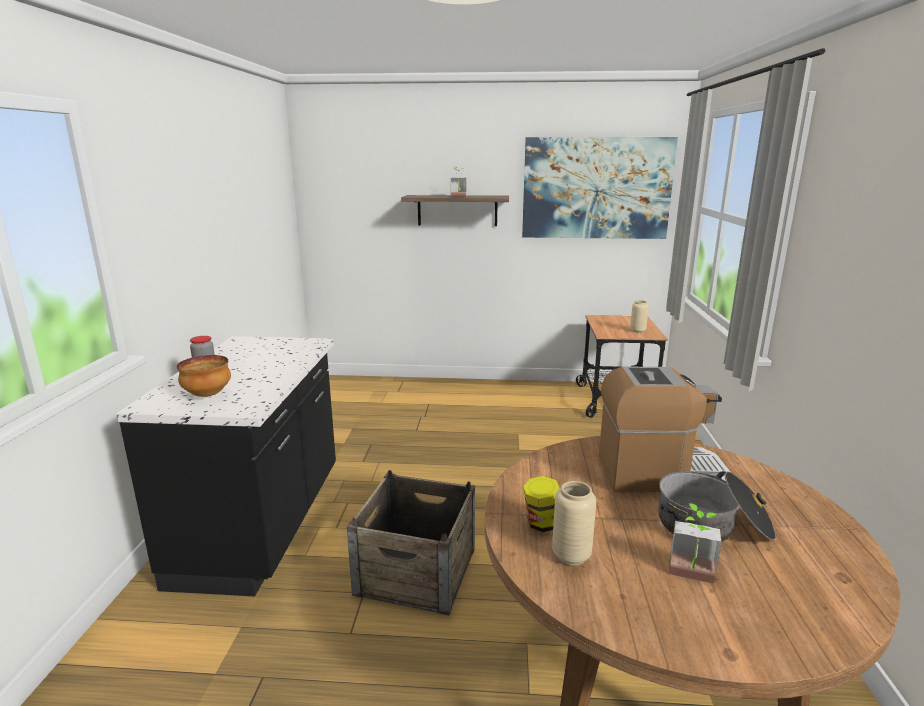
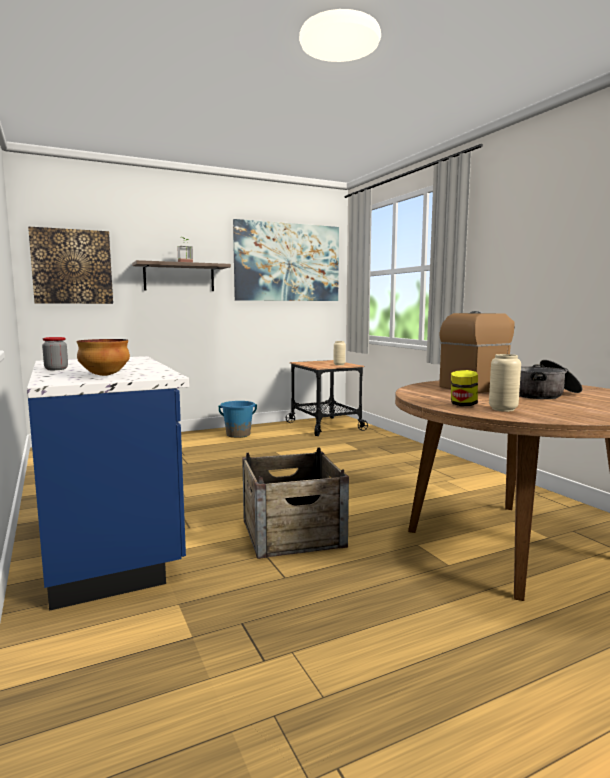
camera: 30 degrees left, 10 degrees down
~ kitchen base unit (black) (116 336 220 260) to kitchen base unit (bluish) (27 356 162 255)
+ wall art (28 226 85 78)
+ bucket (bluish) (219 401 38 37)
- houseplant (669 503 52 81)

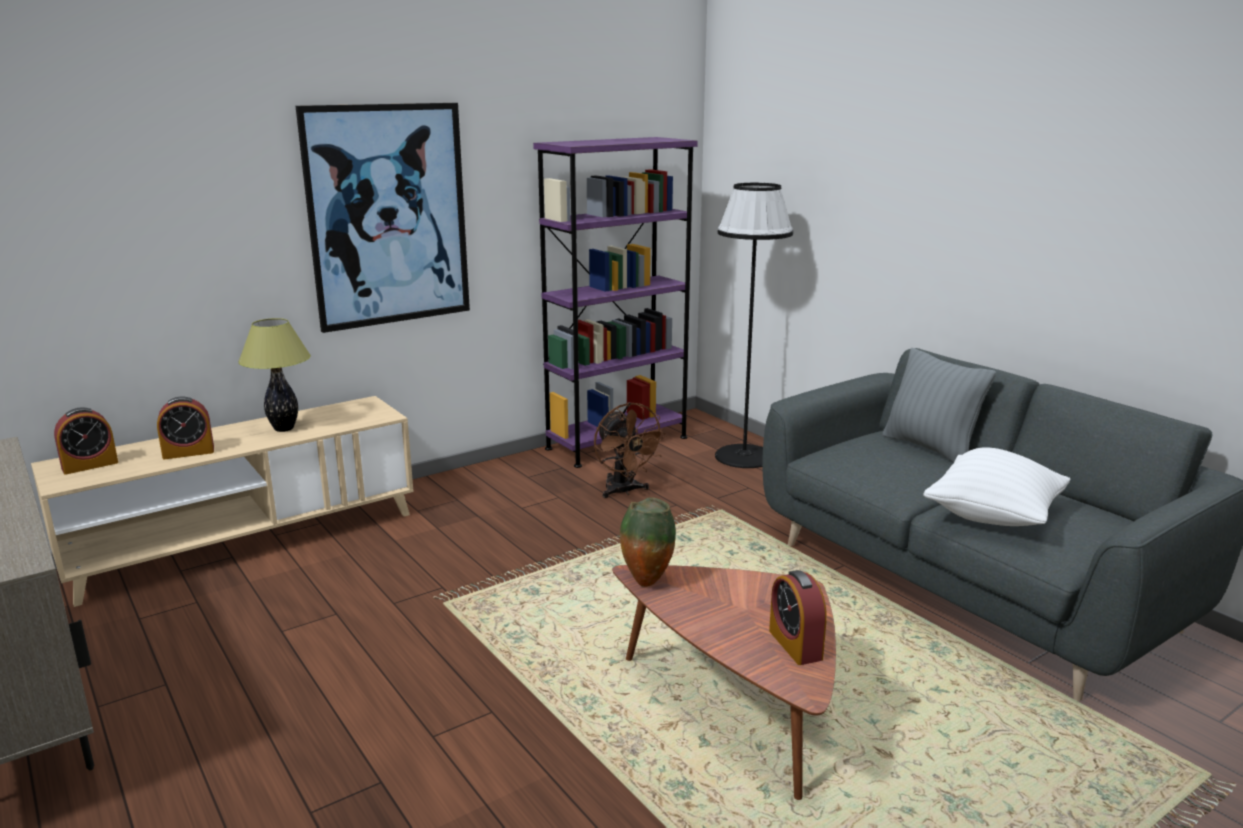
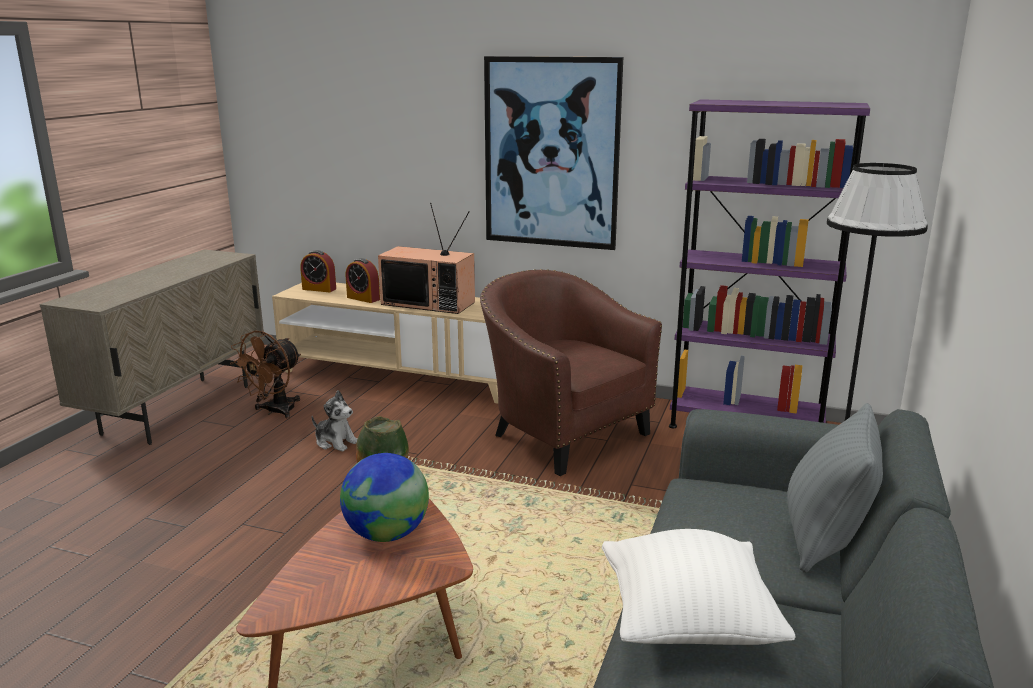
camera: 55 degrees right, 0 degrees up
~ electric fan (brown-coloured) (594 402 73 96) to (230 331 71 87)
+ cuddly toy (312 390 46 61)
+ world globe (340 453 89 89)
~ lamp for a table (238 318 73 114) to TV (378 203 97 111)
+ easy chair (brown-coloured) (480 269 182 207)
- bedside clock (769 570 58 95)

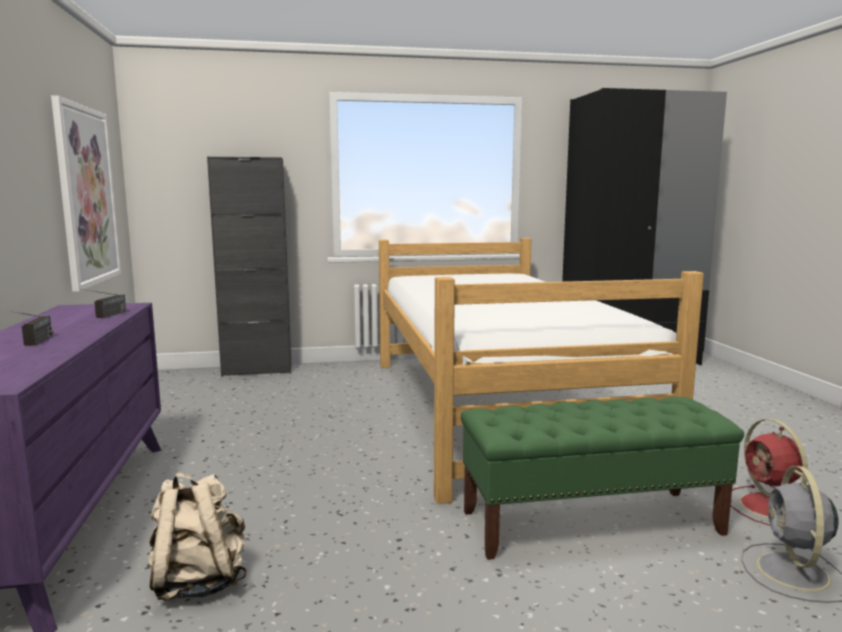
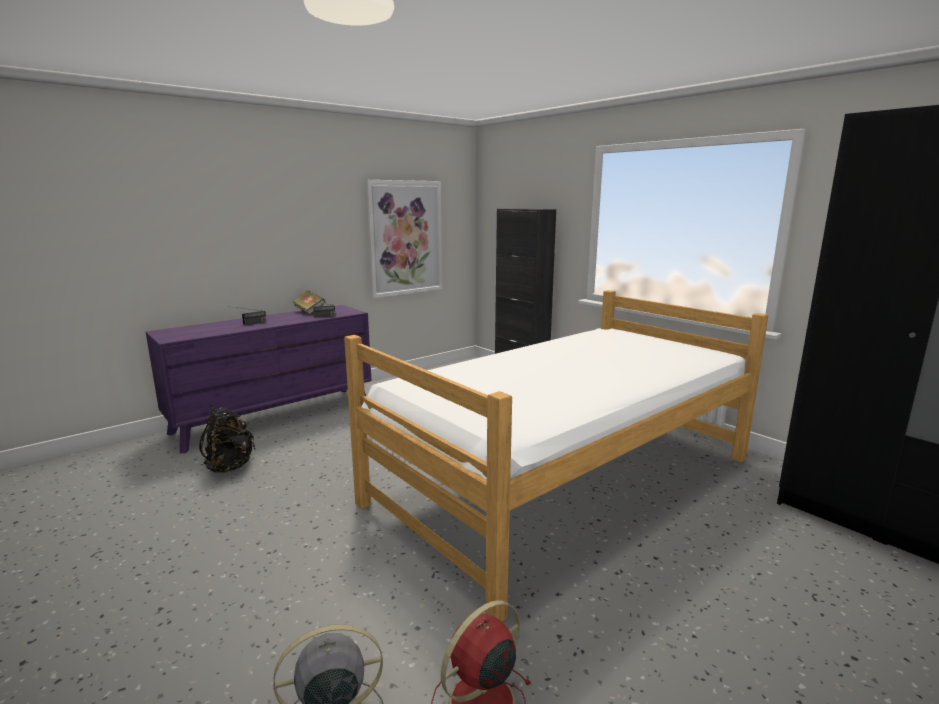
camera: 60 degrees right, 5 degrees up
~ knapsack (beige) (148 473 99 128) to knapsack (black) (199 405 56 68)
+ book (292 291 34 24)
- long seat (green) (461 397 283 163)

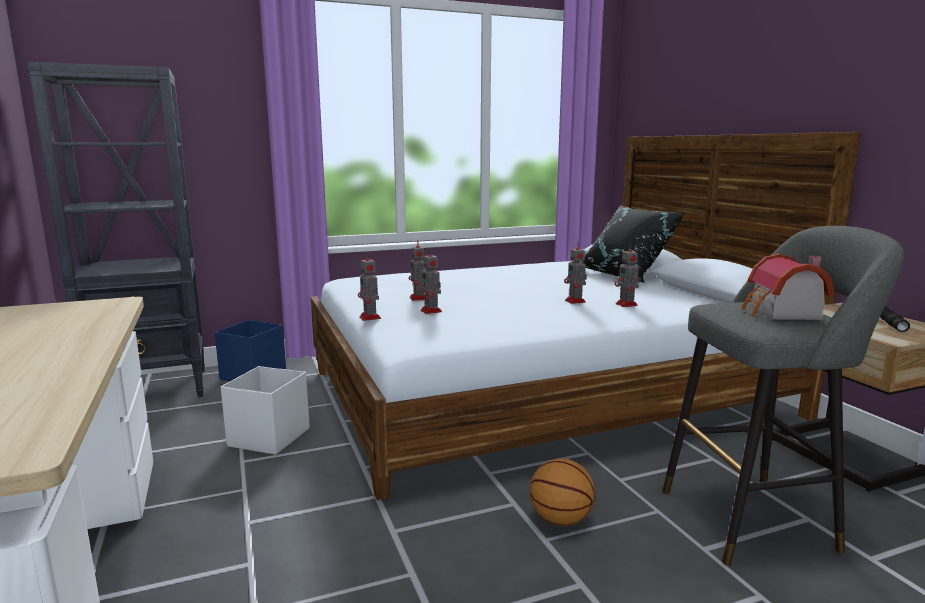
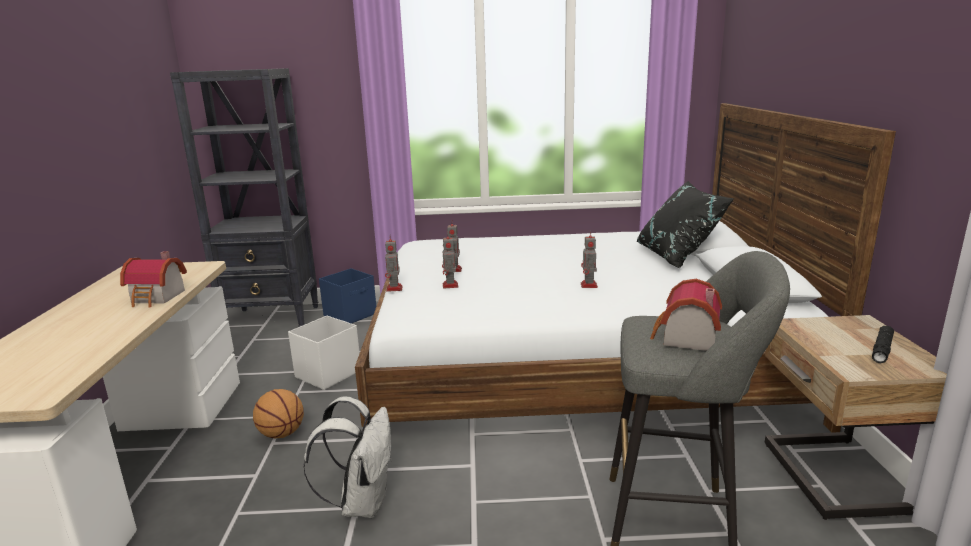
camera: 20 degrees right, 5 degrees up
+ miniature house (120 251 67 57)
~ ball for basketball (530 458 66 68) to (253 389 51 49)
+ knapsack (white) (304 396 88 122)
- toy robot (615 244 26 63)

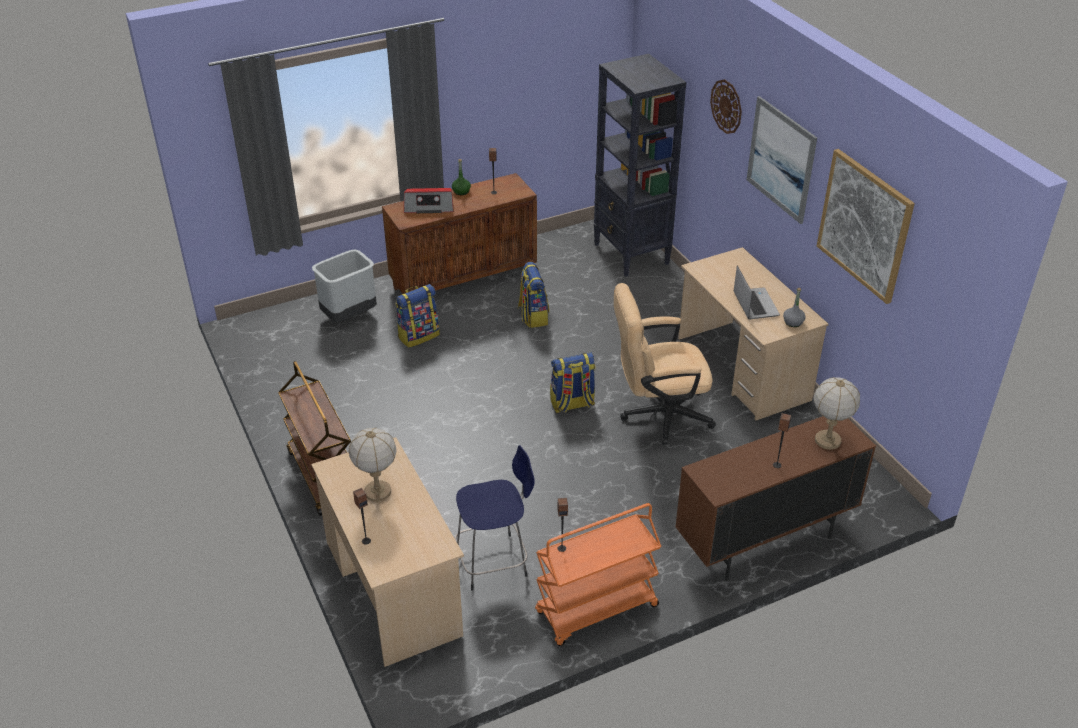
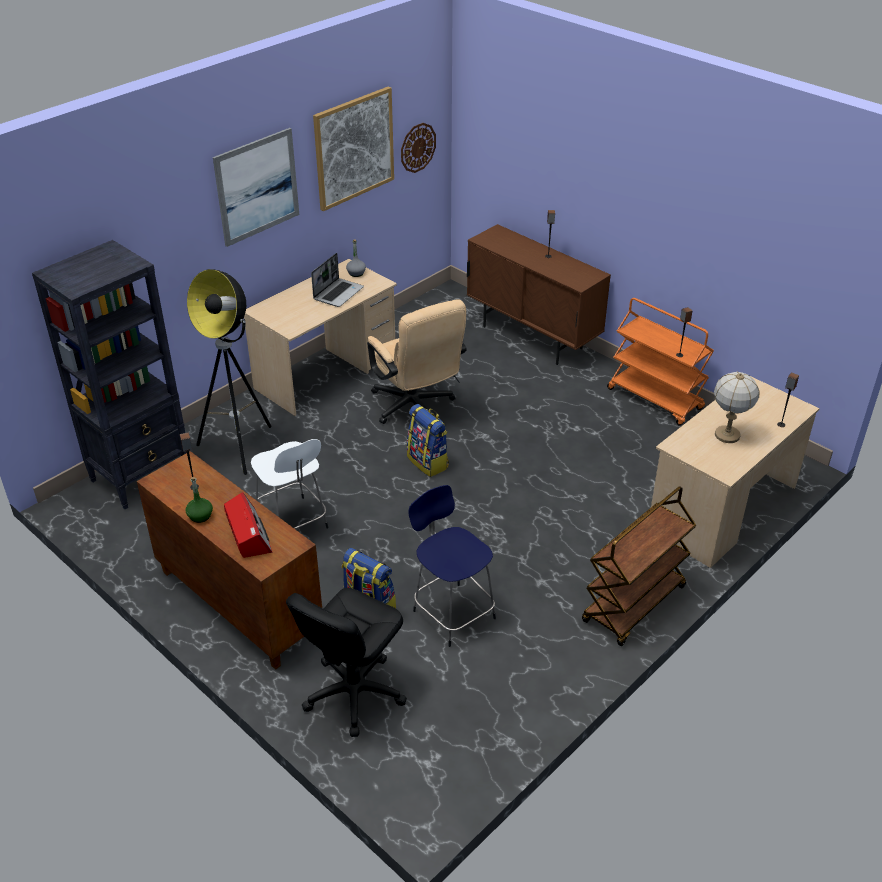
camera: 110 degrees left, 0 degrees up
+ standard lamp (187 269 85 206)
~ knapsack (518 262 31 66) to stool (white) (251 439 77 90)
~ trash can (greyish) (312 249 65 73) to office chair (black) (286 588 121 149)
~ portable computer (734 266 46 53) = (311 253 53 54) 150 degrees clockwise
~ clock on the wall (710 79 32 55) to (401 123 35 50)
~ stool (bluish) (455 445 80 145) to (408 485 88 162)
- lamp for a table (814 377 46 73)

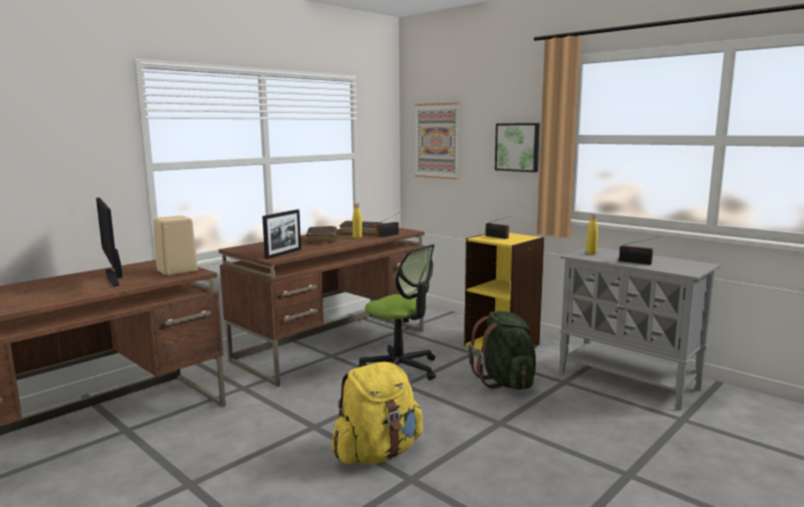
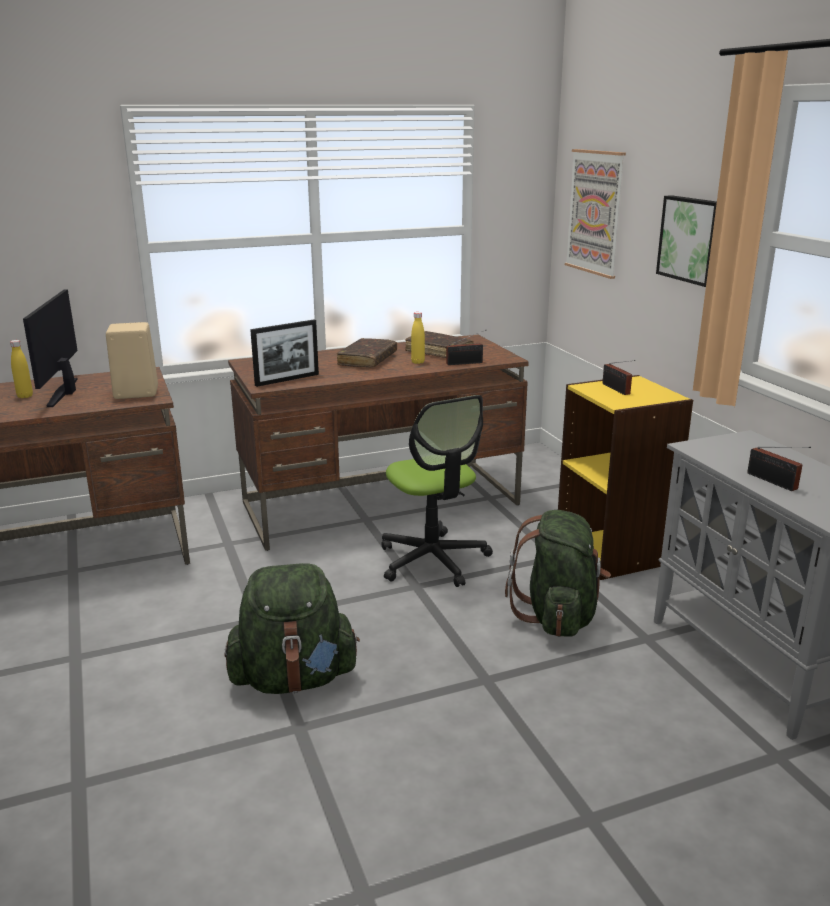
camera: 25 degrees right, 10 degrees up
~ drink bottle (yellowish) (586 214 12 40) to (10 340 23 58)
~ knapsack (yellowish) (332 362 91 103) to knapsack (green) (224 563 136 131)

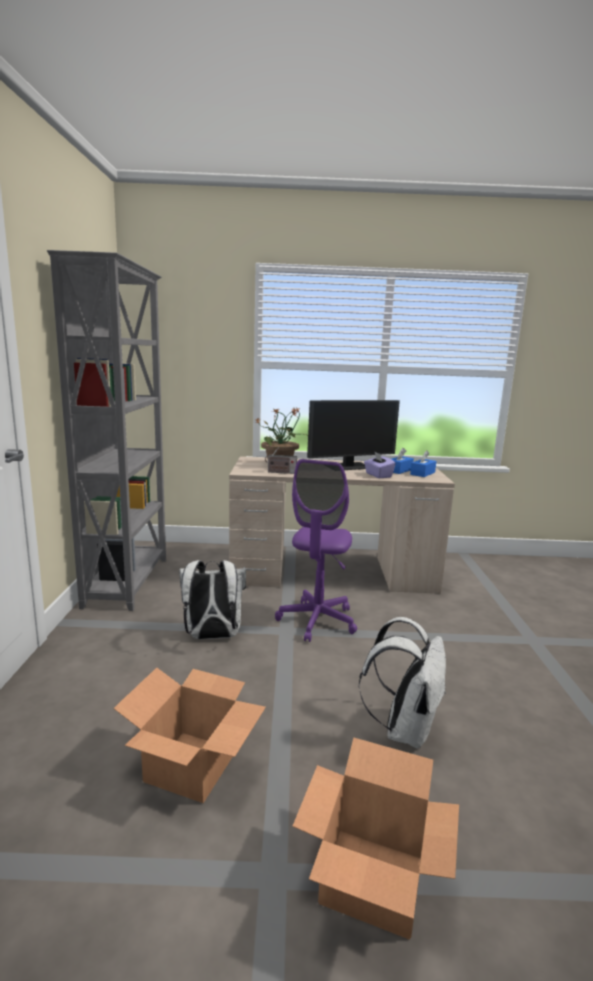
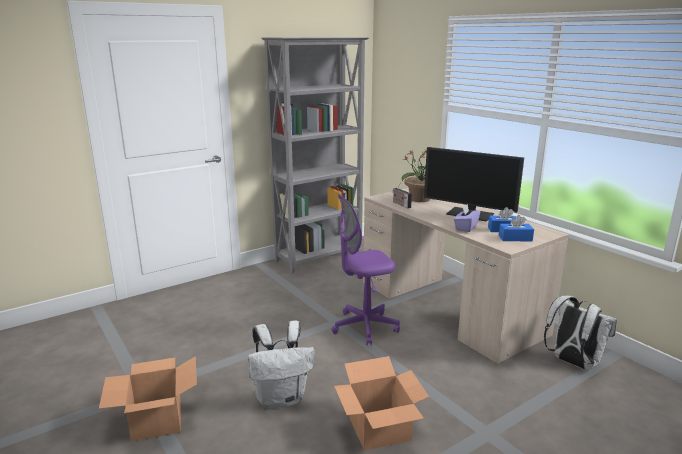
camera: 55 degrees right, 5 degrees up
~ packing box (113 668 153 135) to (334 356 95 95)
~ knapsack (white) (179 560 67 79) to (544 296 73 74)

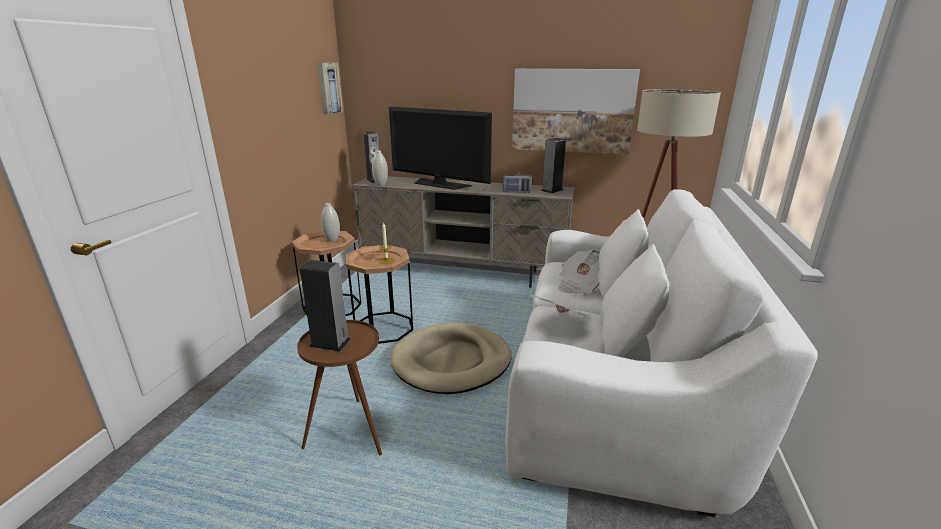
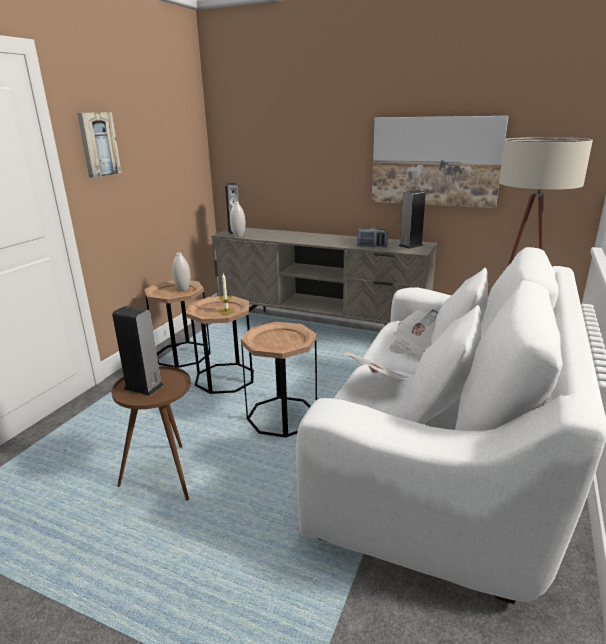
camera: 10 degrees right, 0 degrees up
~ wall art (318 63 25 51) to (77 112 45 66)
~ dog bed (beige) (390 323 122 71) to side table (brown-coloured) (241 322 76 116)
- TV (389 106 103 84)

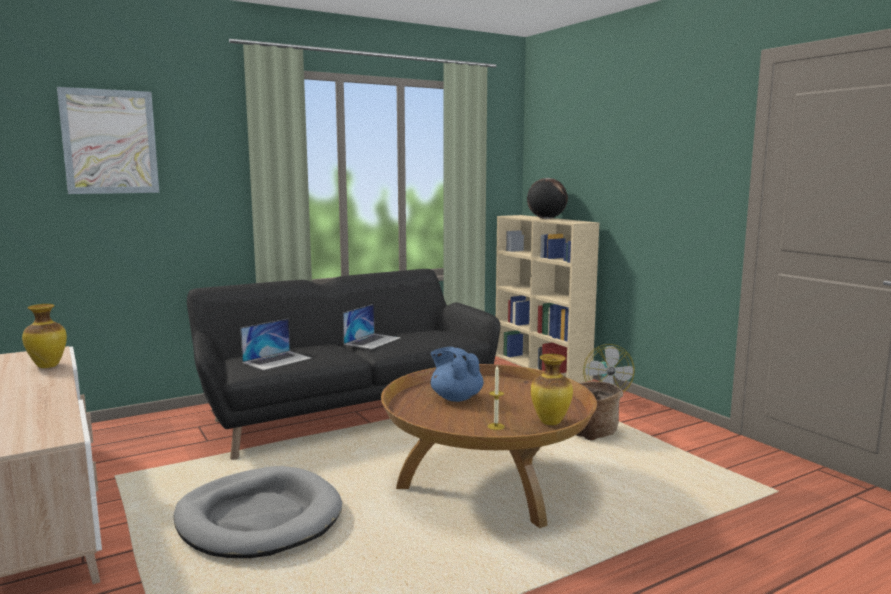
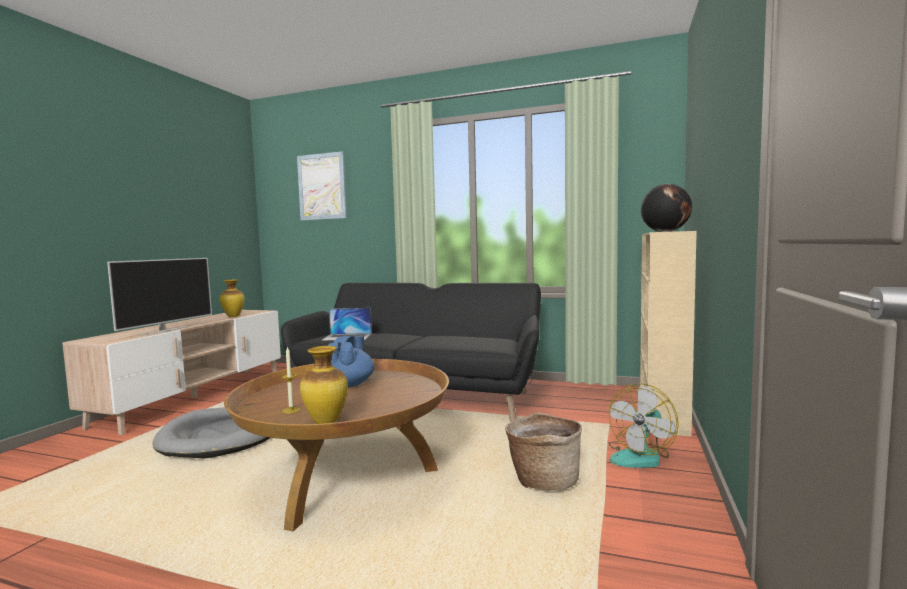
camera: 50 degrees right, 5 degrees down
+ TV (107 258 105 78)
- portable computer (343 304 58 45)

